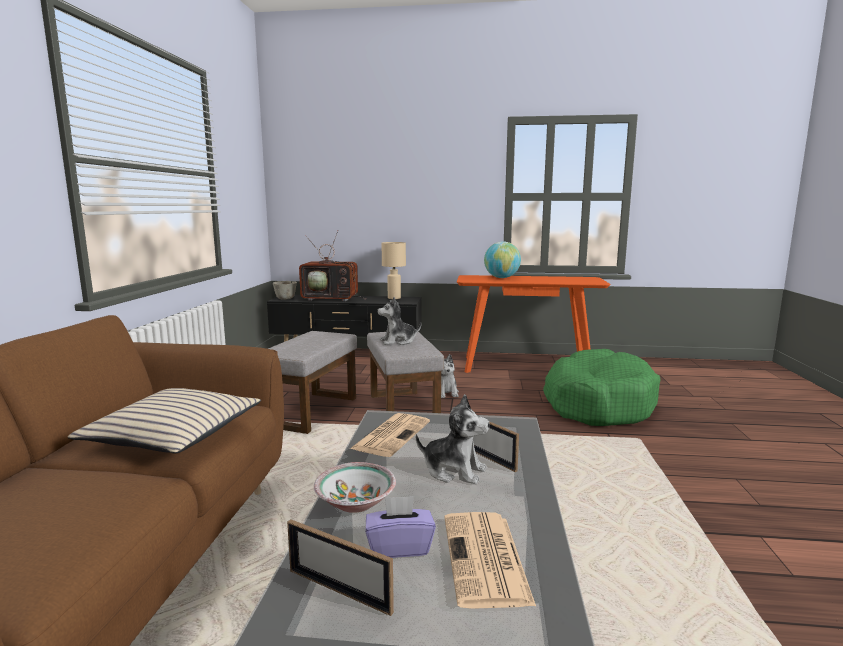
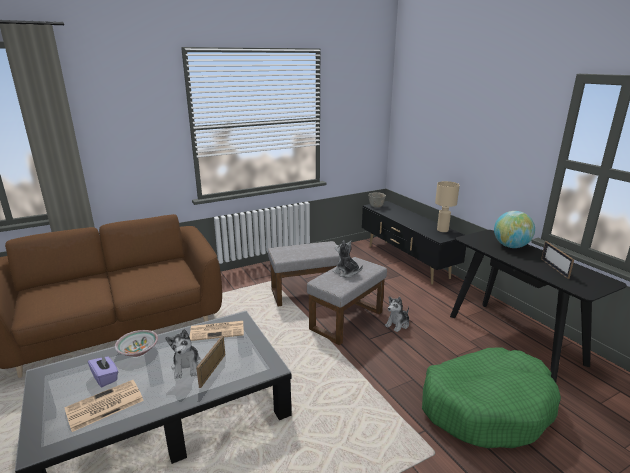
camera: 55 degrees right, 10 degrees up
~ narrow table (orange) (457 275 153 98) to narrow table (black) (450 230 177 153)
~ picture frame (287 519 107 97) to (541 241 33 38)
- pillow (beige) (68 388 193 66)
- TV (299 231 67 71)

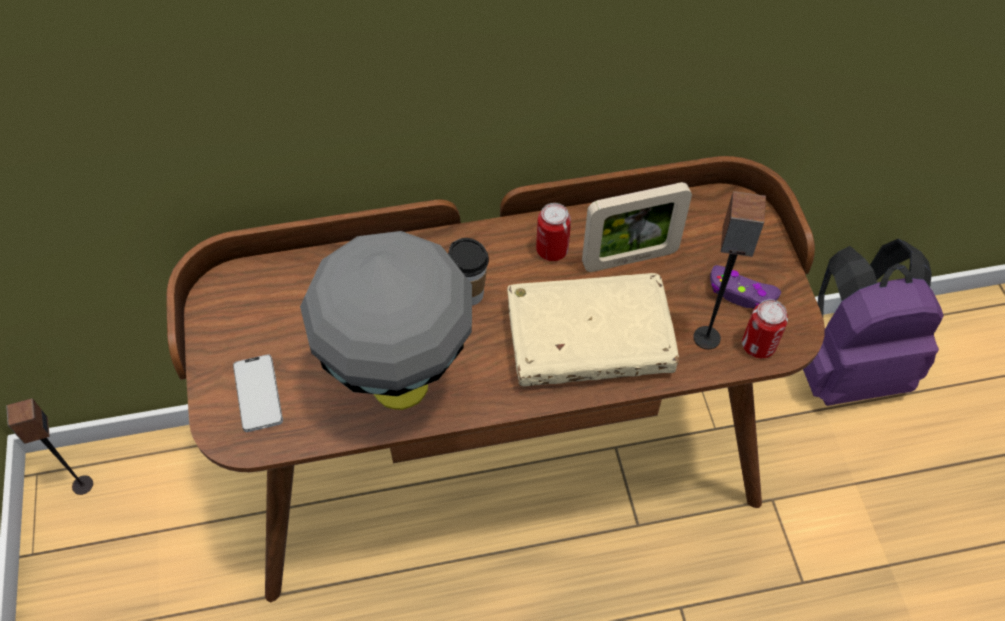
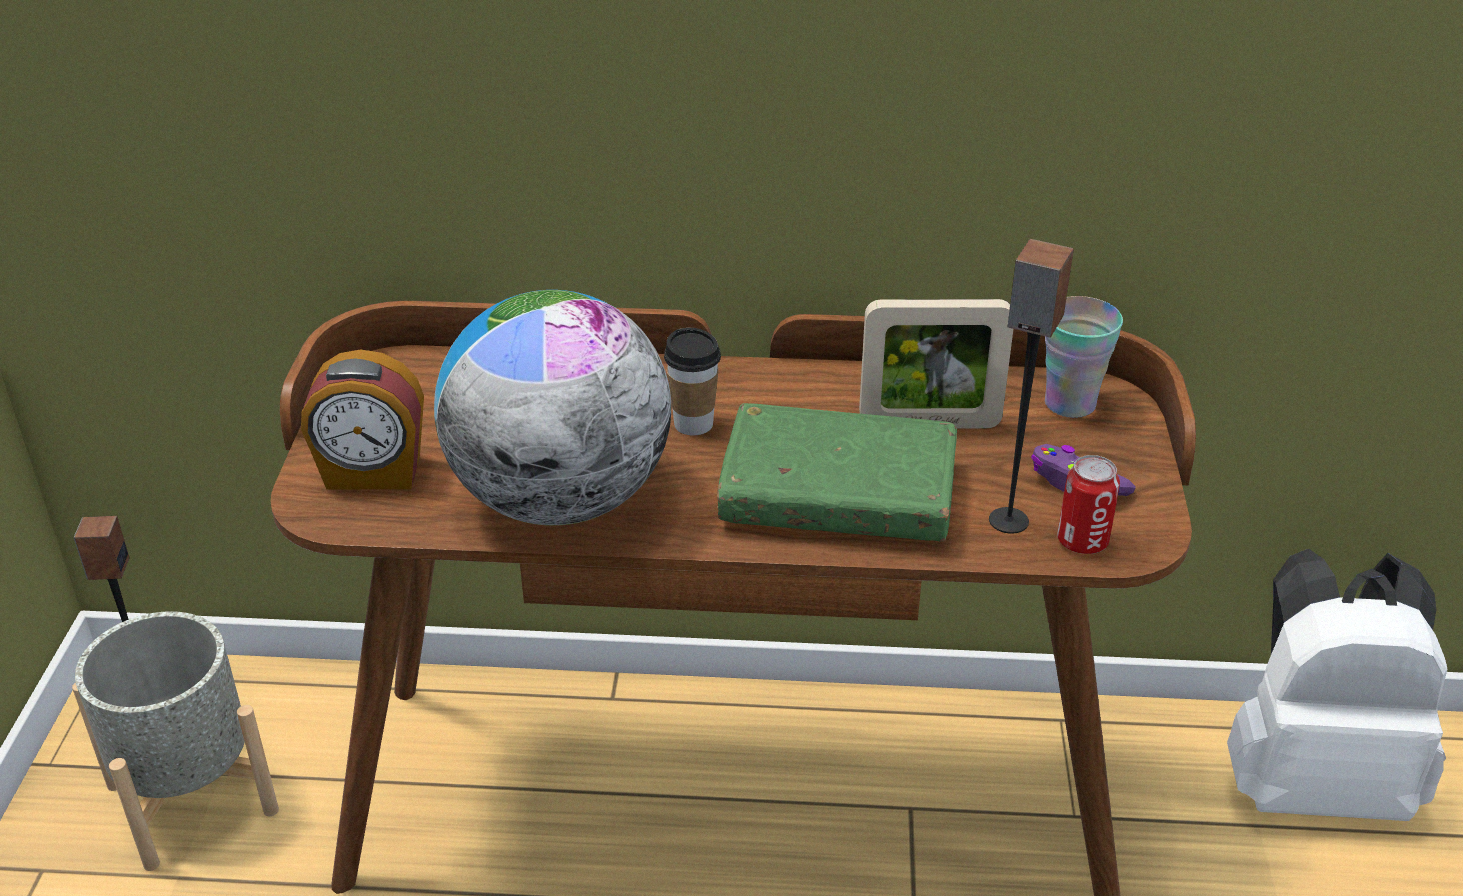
camera: 15 degrees right, 20 degrees down
+ planter (greyish) (72 611 207 260)
~ phone (233 354 50 78) to bedside clock (301 349 123 140)
~ lamp for a table (greyish) (300 231 172 179) to world globe (434 290 237 236)
~ book (beige) (507 273 172 114) to book (green) (717 403 240 139)
+ drinking cup (1045 296 78 122)
~ knapsack (purple) (803 239 141 167) to knapsack (white) (1227 549 220 272)
- metal can (536 203 35 58)

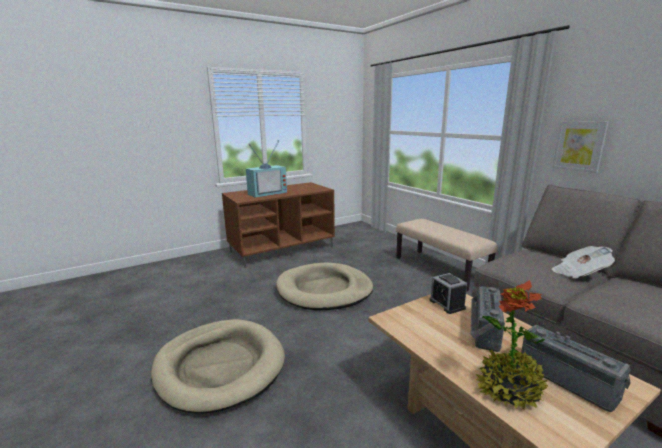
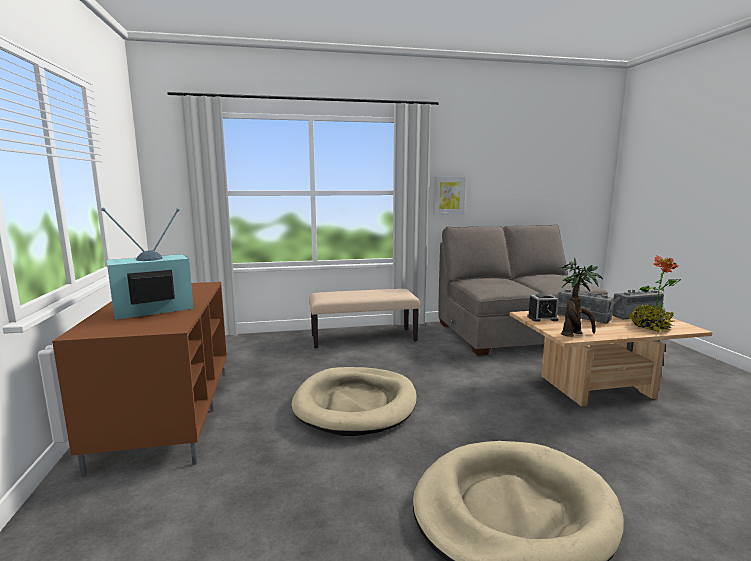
camera: 70 degrees left, 5 degrees down
~ TV (246 140 41 58) = (101 208 93 112) 105 degrees counterclockwise
+ houseplant (558 257 45 80)
- newspaper (552 246 63 32)

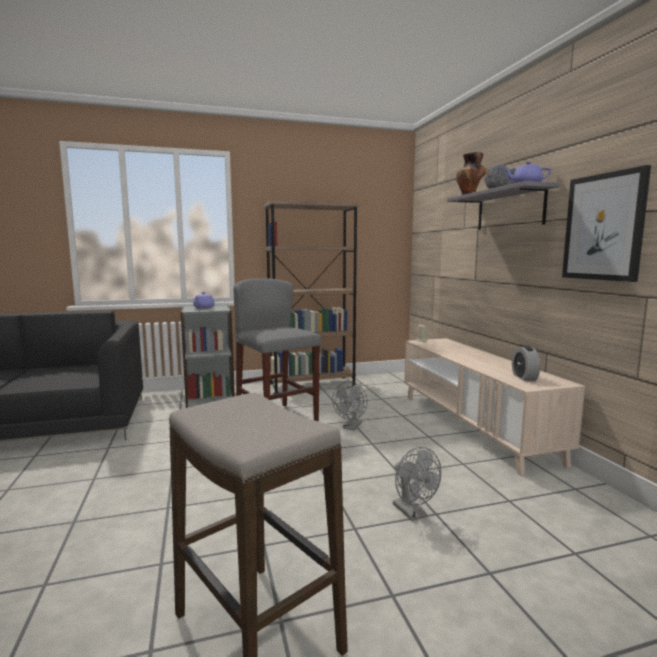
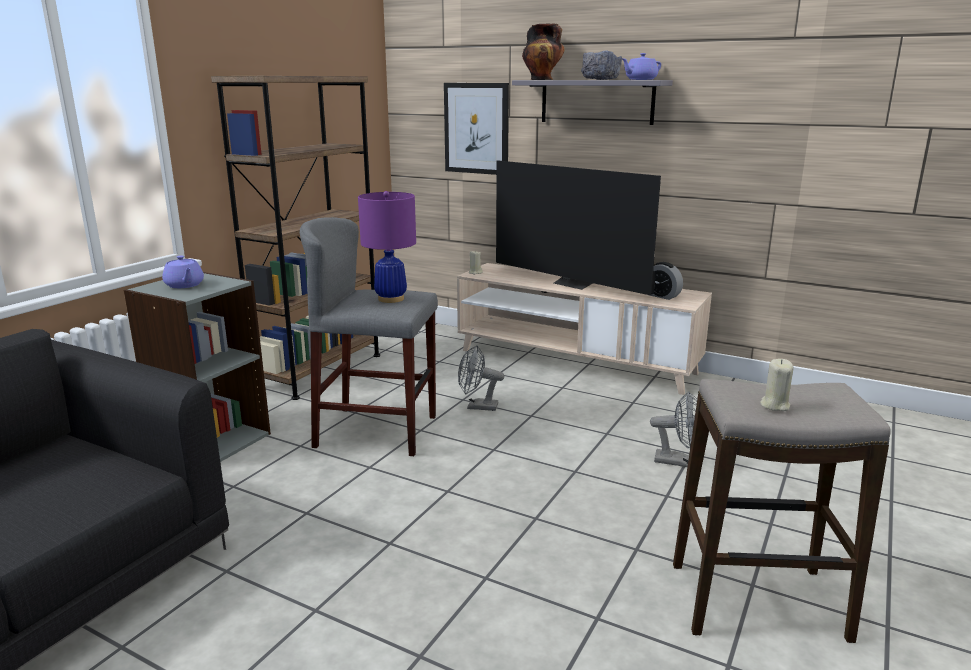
camera: 45 degrees left, 10 degrees up
+ lamp for a table (purple) (358 191 58 112)
~ wall art (562 165 89 117) to (444 83 65 92)
~ electric fan (greyish) (332 382 36 48) = (458 345 46 66) 120 degrees clockwise
+ TV (496 160 165 135)
+ candle (beige) (760 359 33 52)

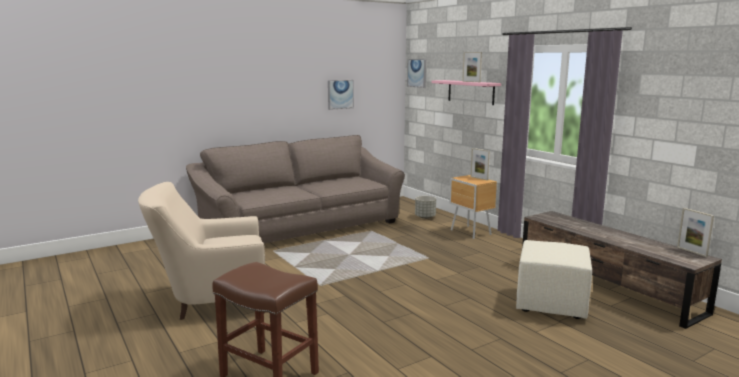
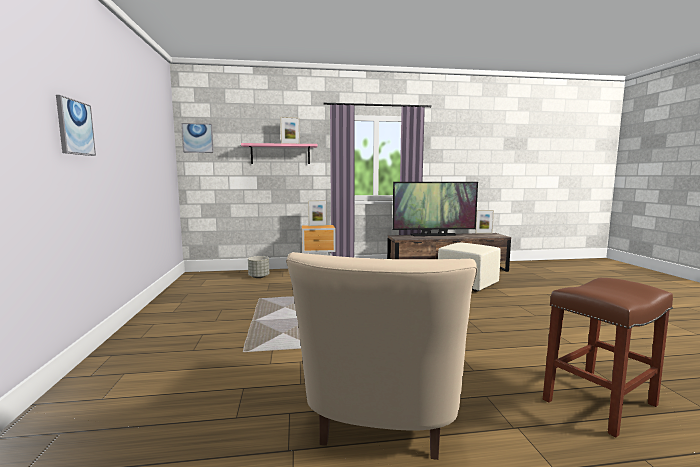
camera: 65 degrees left, 5 degrees down
~ wall art (328 80 26 30) to (56 95 40 61)
+ TV (392 182 86 54)
- sofa (brown-coloured) (186 135 219 108)

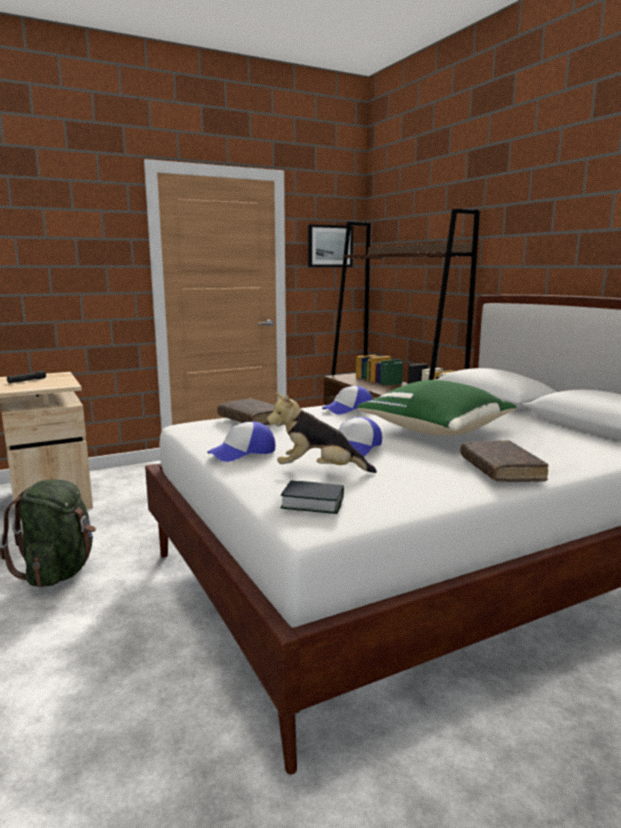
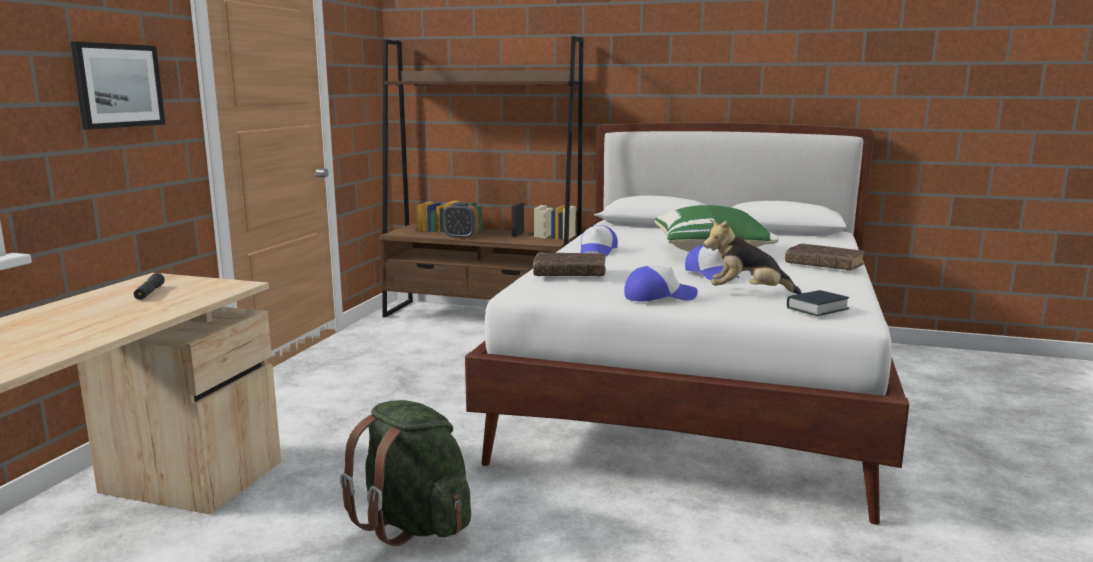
camera: 45 degrees left, 0 degrees up
~ wall art (308 224 45 43) to (71 41 94 89)
+ bedside clock (443 203 36 36)
~ cap (207 422 68 40) = (624 266 74 36) 105 degrees counterclockwise
~ cuddly toy (267 392 110 81) = (704 219 98 75) 45 degrees clockwise

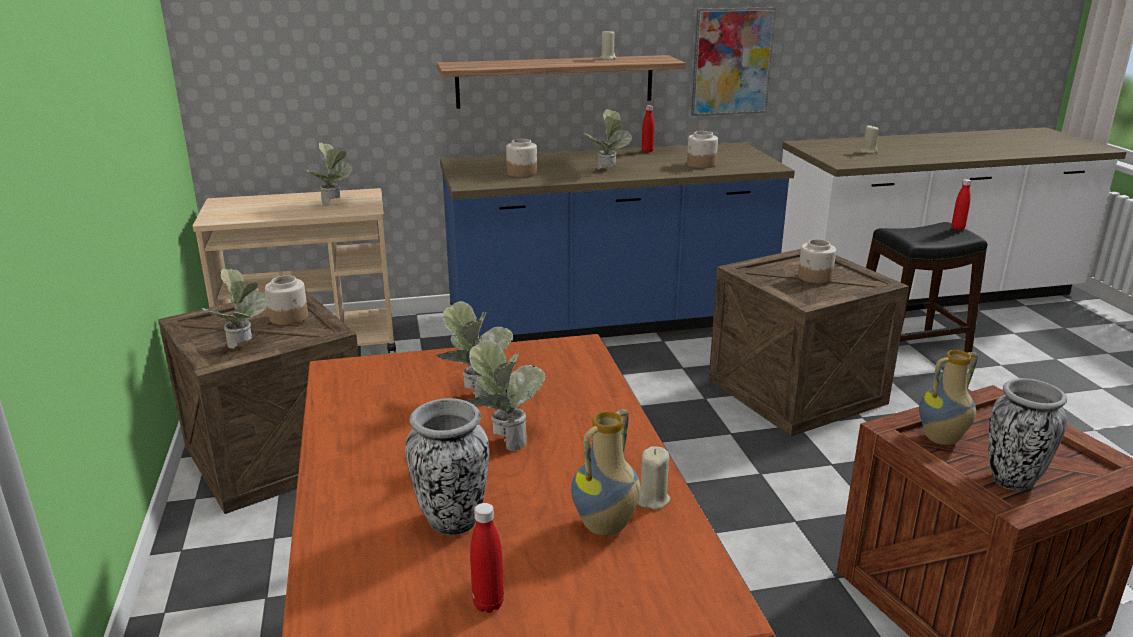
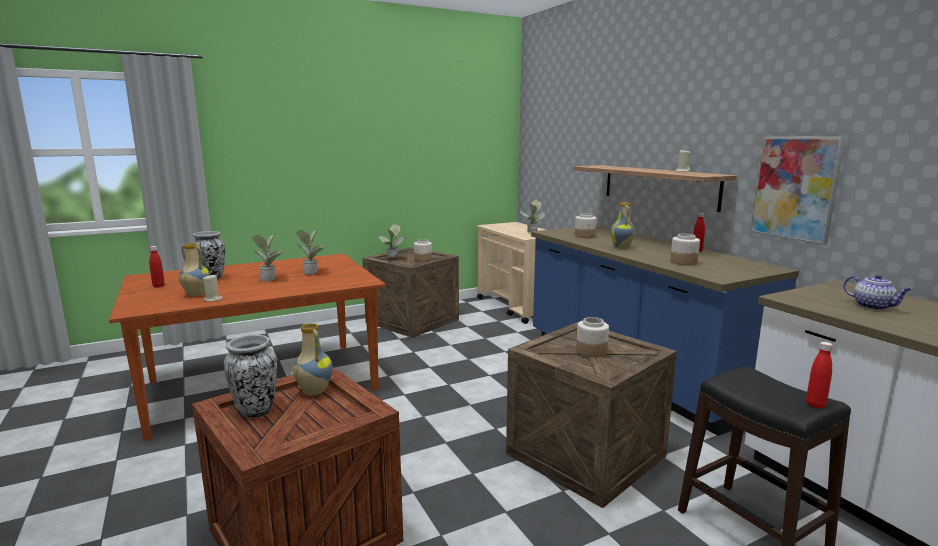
camera: 75 degrees right, 10 degrees down
~ houseplant (583 109 49 60) to vase (610 203 26 45)
~ candle (beige) (860 125 19 29) to teapot (844 274 68 36)

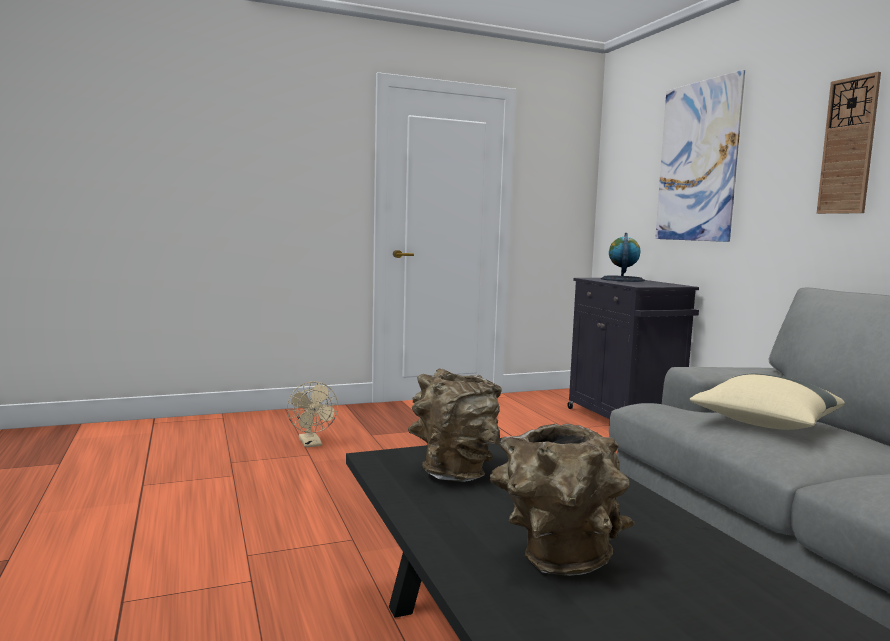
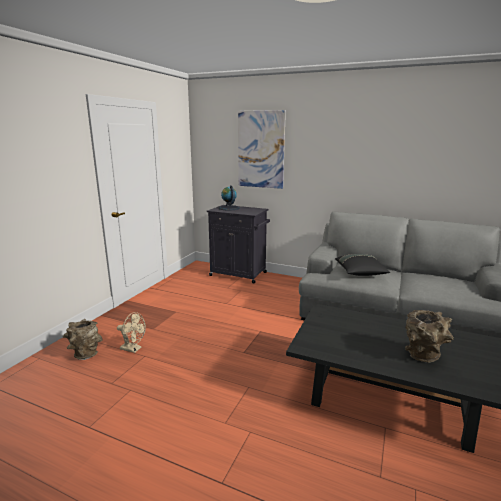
camera: 45 degrees left, 10 degrees up
~ vase (brown-coloured) (408 368 94 114) to (63 319 40 41)
~ pillow (beige) (690 374 155 56) to pillow (black) (335 254 55 22)
- clock on the wall (817 72 64 142)

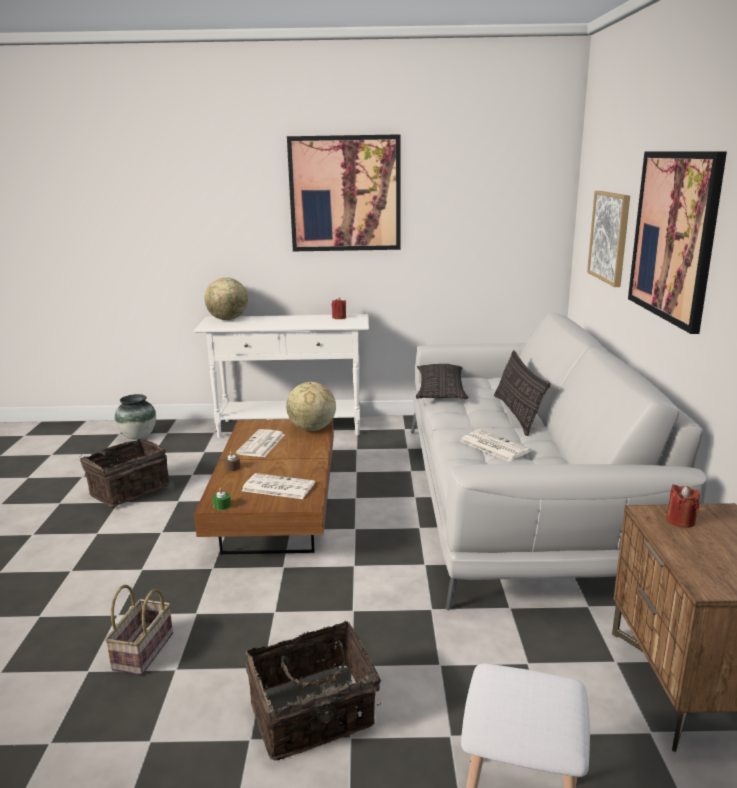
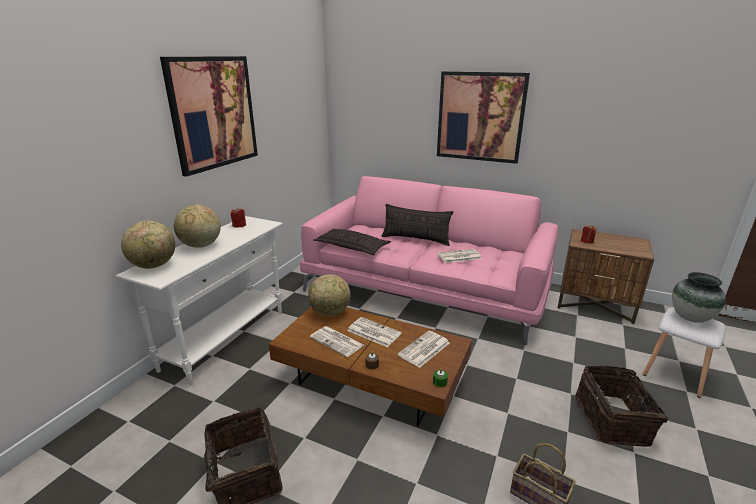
camera: 65 degrees left, 5 degrees up
+ world globe (174 204 47 44)
~ sofa (greyish) (411 312 296 299) to sofa (pink-coloured) (300 176 258 169)
+ newspaper (347 317 55 30)
~ vase (115 394 41 46) to (672 272 54 51)
- wall art (587 191 43 96)

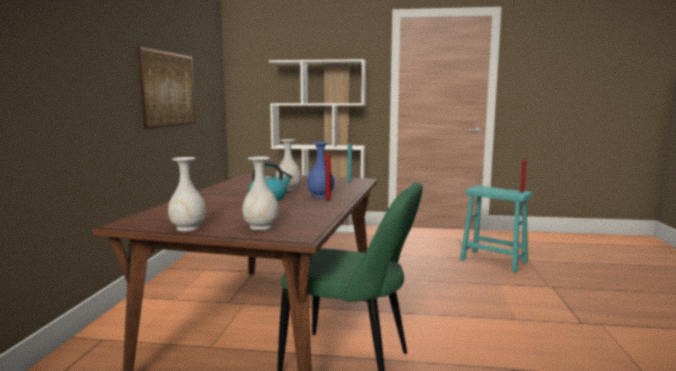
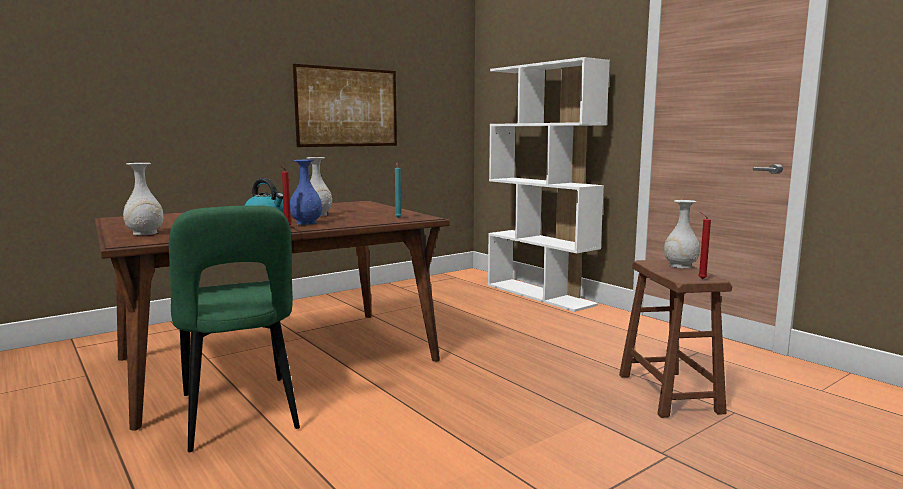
camera: 45 degrees right, 0 degrees up
~ stool (turquoise-coloured) (460 186 73 87) to stool (brown-coloured) (619 260 113 158)
~ vase (white) (168 157 38 74) to (664 200 36 68)

